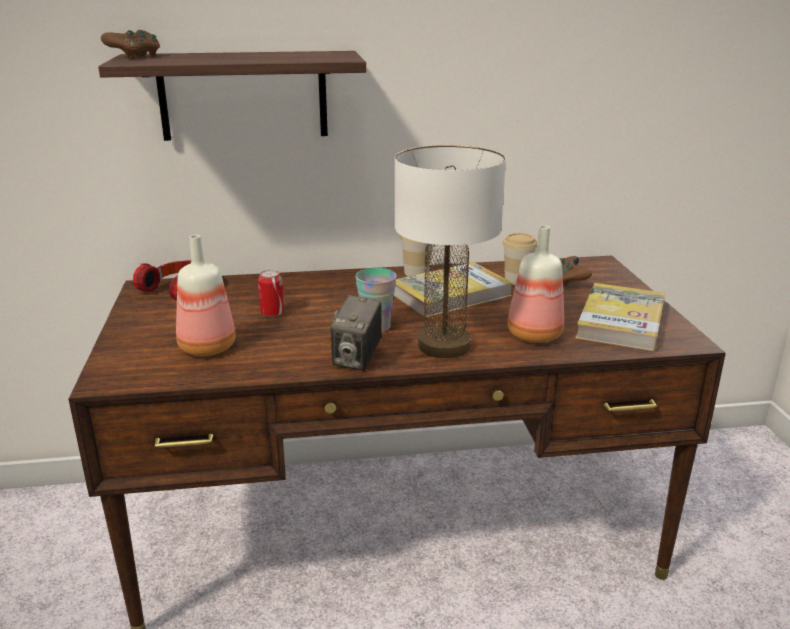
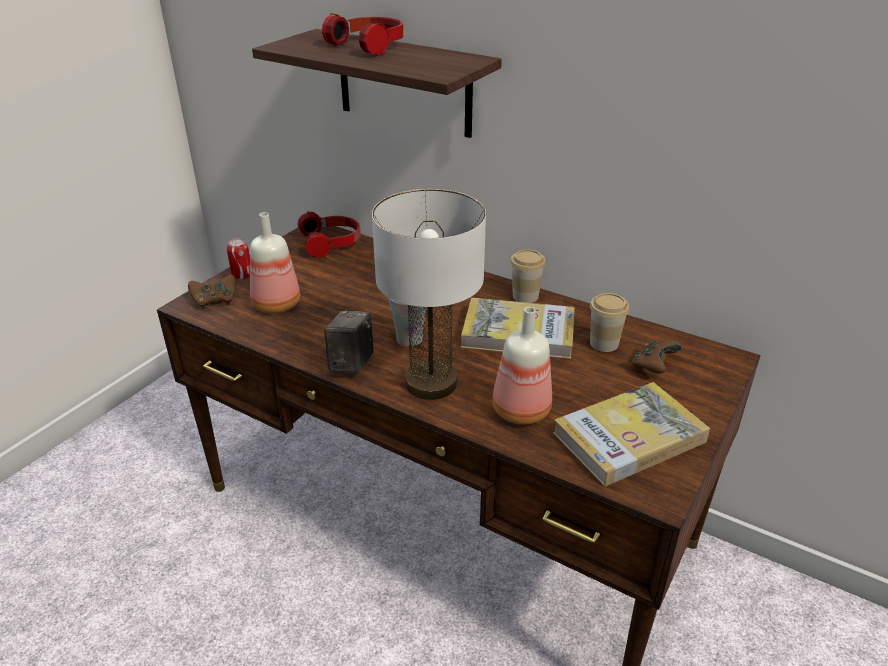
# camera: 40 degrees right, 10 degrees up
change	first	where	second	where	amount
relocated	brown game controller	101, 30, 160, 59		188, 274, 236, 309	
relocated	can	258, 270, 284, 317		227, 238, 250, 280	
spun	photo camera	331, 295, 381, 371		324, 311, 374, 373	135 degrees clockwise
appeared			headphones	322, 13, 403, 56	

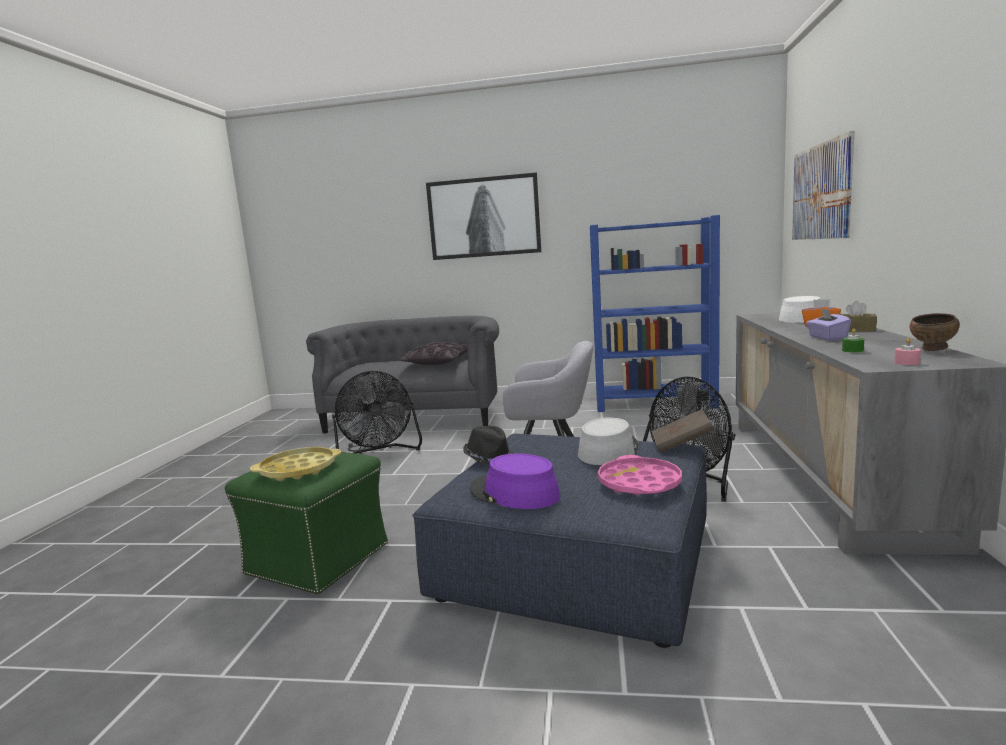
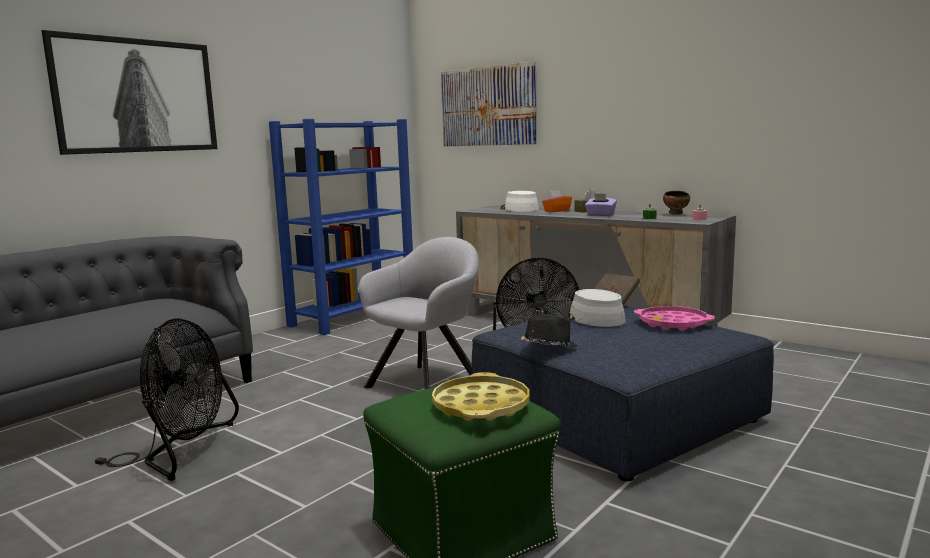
# camera: 60 degrees left, 0 degrees up
change	first	where	second	where	amount
missing	black pillow	400, 342, 468, 365			
missing	purple hat	470, 454, 561, 509			

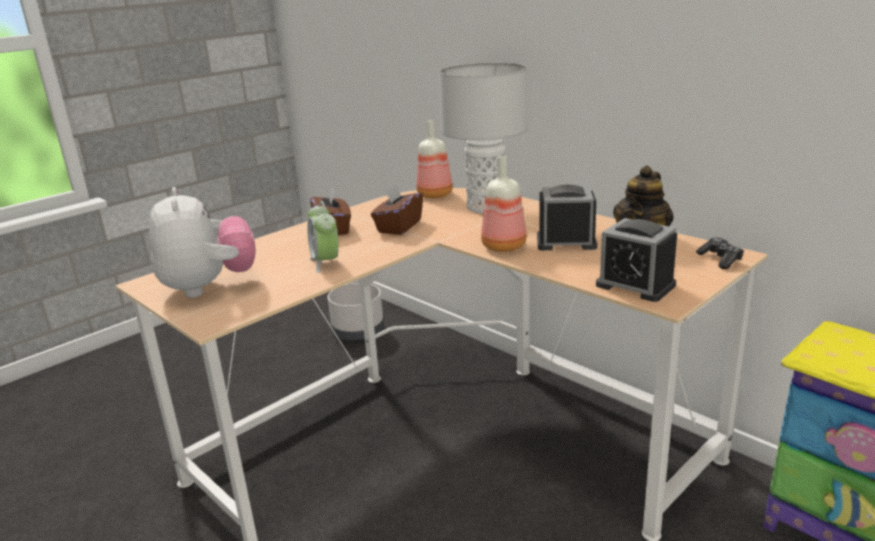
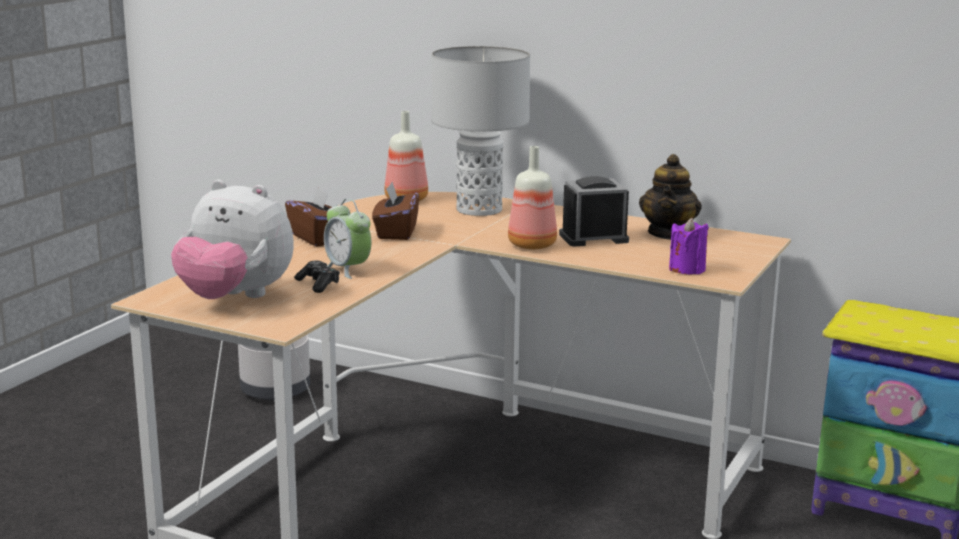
# camera: 20 degrees left, 5 degrees down
change	first	where	second	where	amount
spun	plush toy	149, 187, 256, 298		171, 180, 294, 299	150 degrees clockwise
exchanged	alarm clock	596, 218, 677, 302	purple candle	669, 218, 709, 274	
relocated	game controller	696, 238, 744, 269		294, 261, 340, 293	

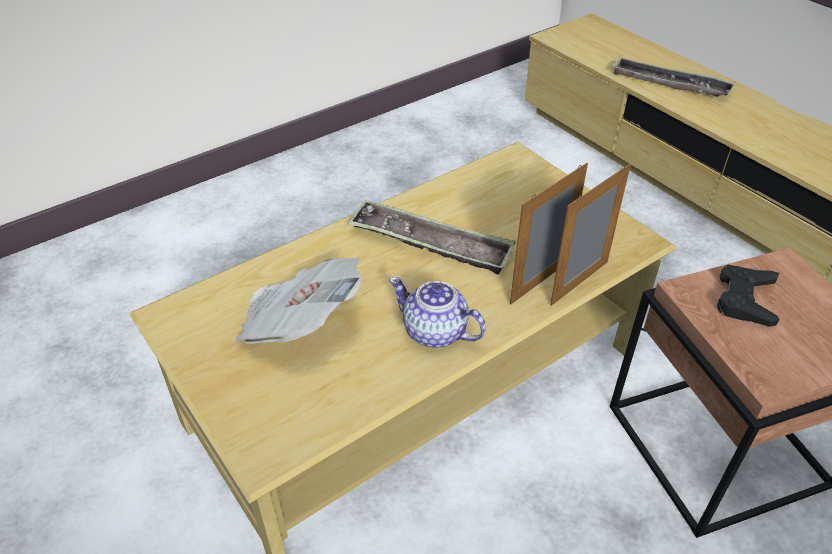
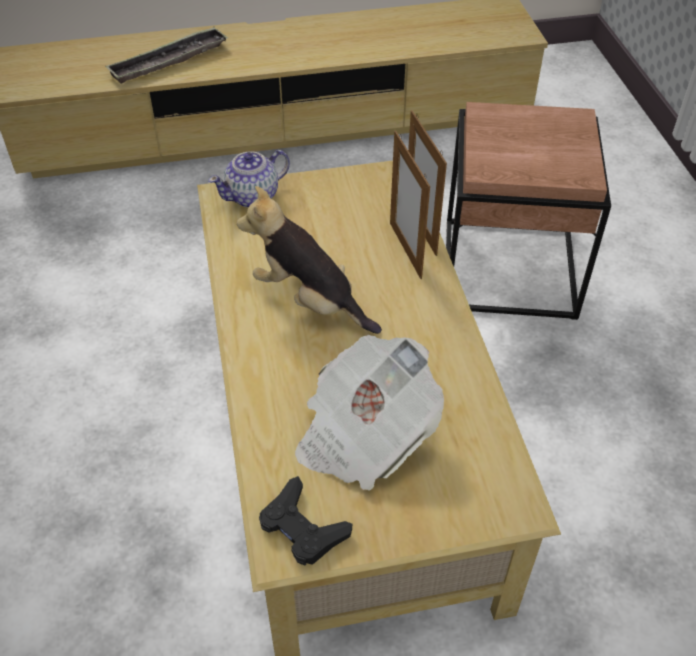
# camera: 65 degrees left, 5 degrees up
change	first	where	second	where	amount
exchanged	tray	348, 200, 516, 274	plush toy	237, 186, 382, 334	
relocated	black game controller	717, 265, 779, 327		259, 476, 352, 565	
relocated	teapot	389, 277, 486, 348		208, 150, 290, 208	

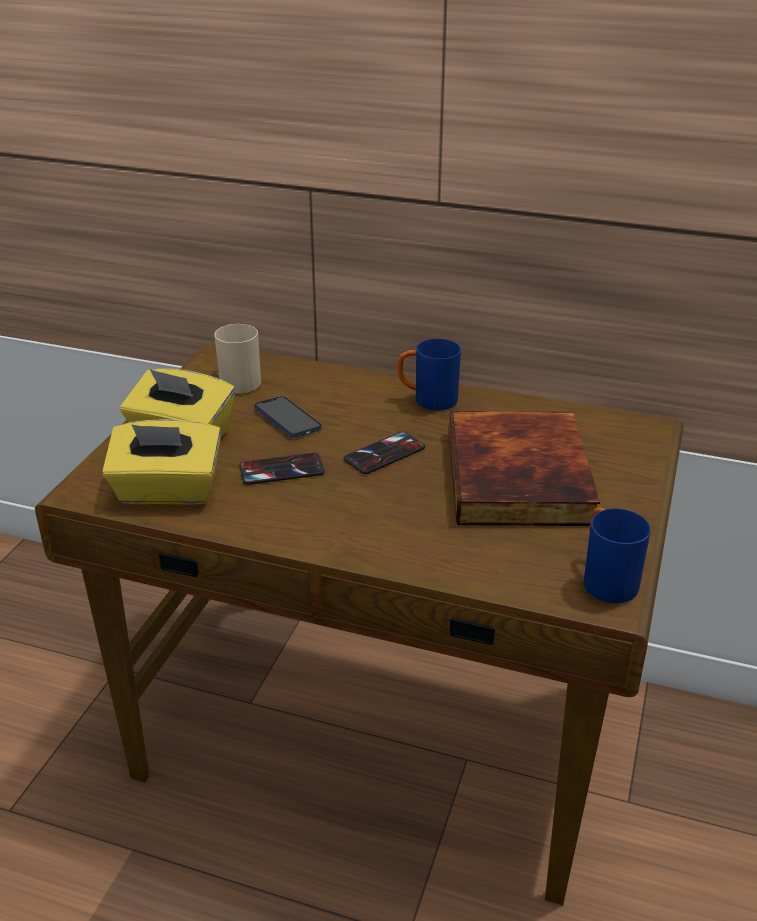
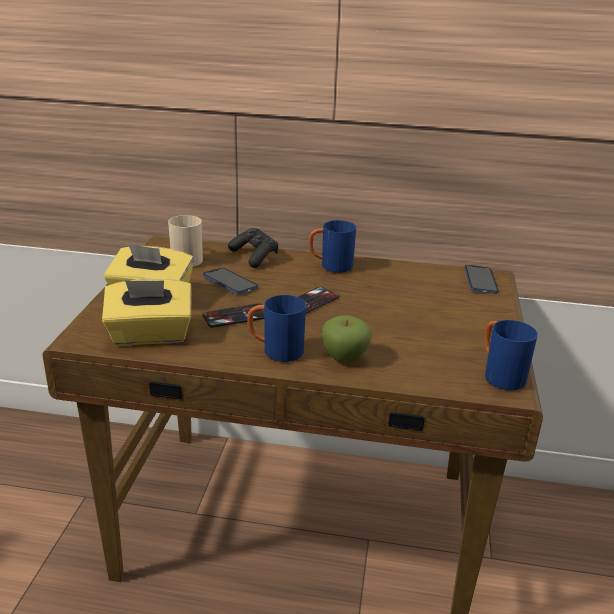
# camera: 10 degrees left, 5 degrees down
change	first	where	second	where	amount
missing	book	448, 411, 600, 526			
appeared			black game controller	228, 228, 278, 268	
appeared			phone	464, 265, 499, 294	
appeared			blue mug	247, 295, 306, 362	
appeared			apple	321, 315, 373, 364	

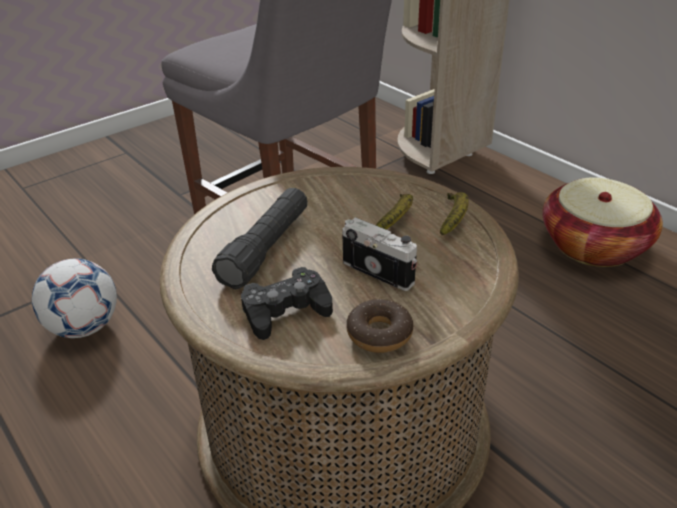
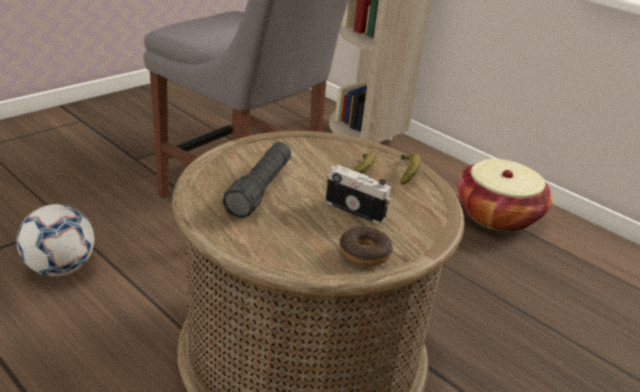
# camera: 10 degrees left, 5 degrees down
change	first	where	second	where	amount
missing	black game controller	241, 267, 333, 340			

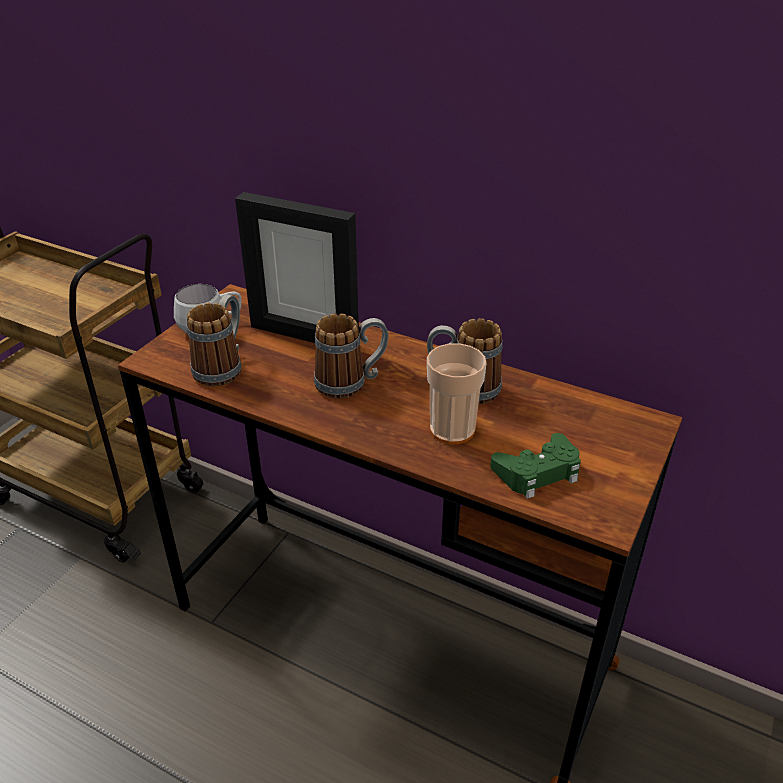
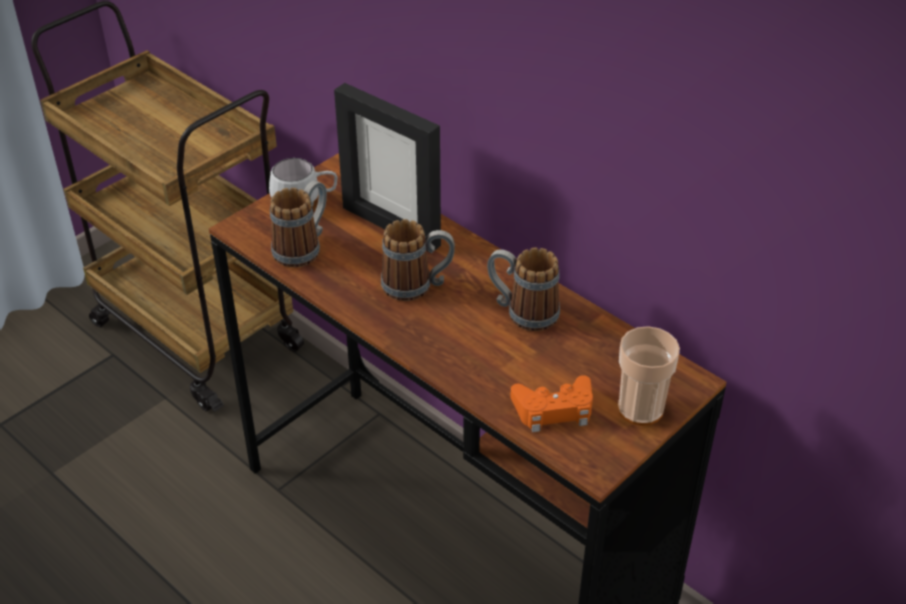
# camera: 15 degrees right, 5 degrees up
change	first	where	second	where	amount
relocated	cup	427, 343, 487, 444		618, 326, 680, 426	
colour	green game controller	490, 433, 581, 499	orange game controller	510, 375, 593, 432	

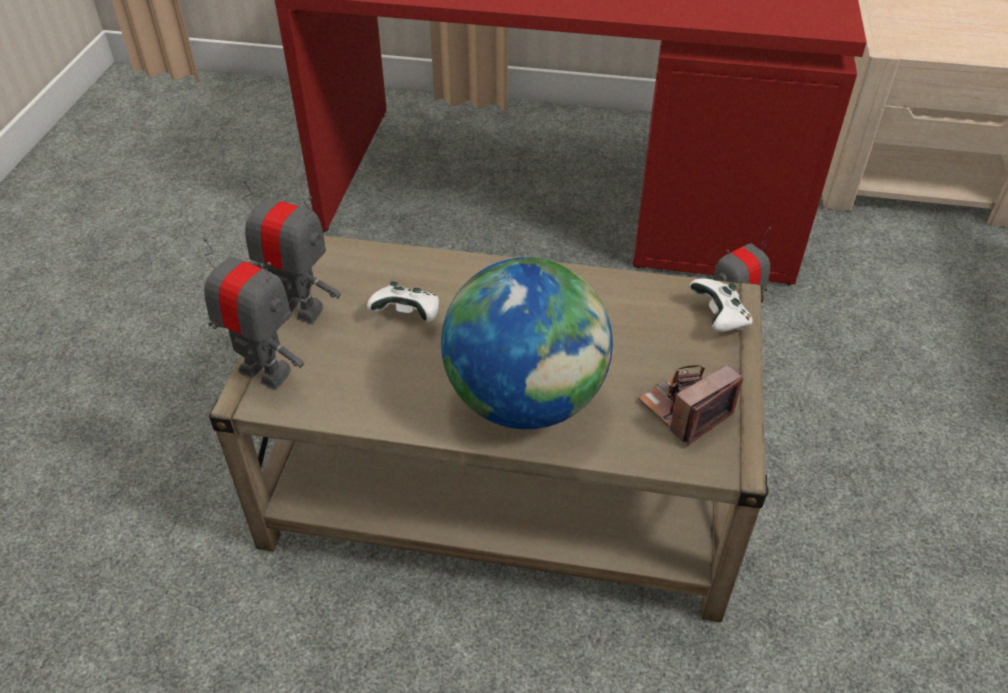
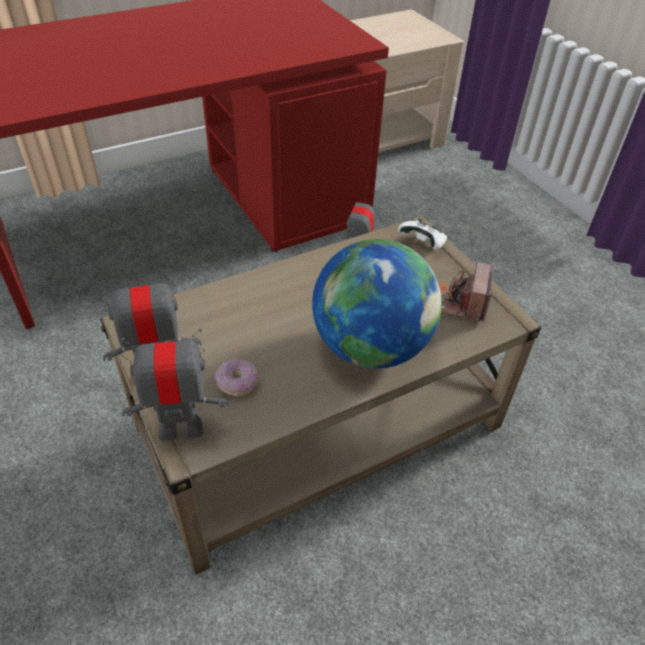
# camera: 40 degrees left, 0 degrees up
change	first	where	second	where	amount
missing	white game controller	367, 281, 439, 322			
appeared			donut	215, 358, 259, 396	

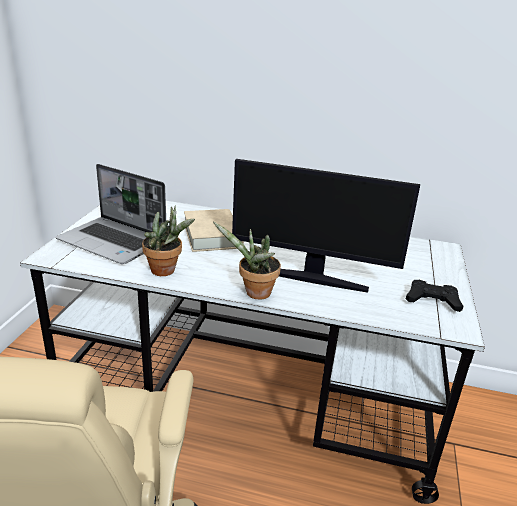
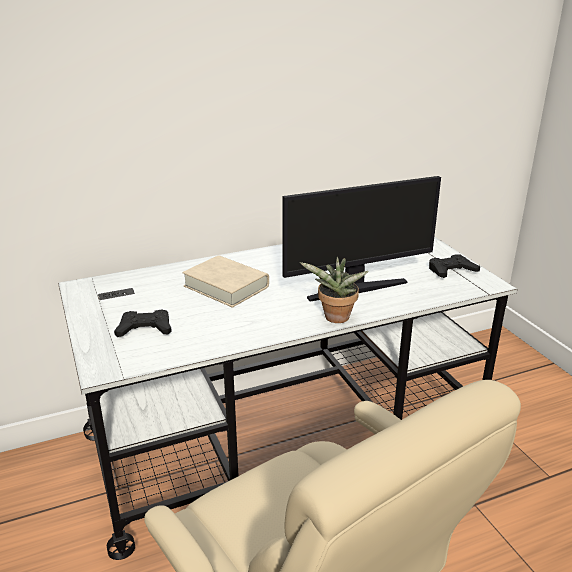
# camera: 35 degrees left, 0 degrees up
change	first	where	second	where	amount
exchanged	laptop	56, 164, 166, 264	black game controller	114, 310, 172, 337	
missing	potted plant	142, 205, 195, 276			

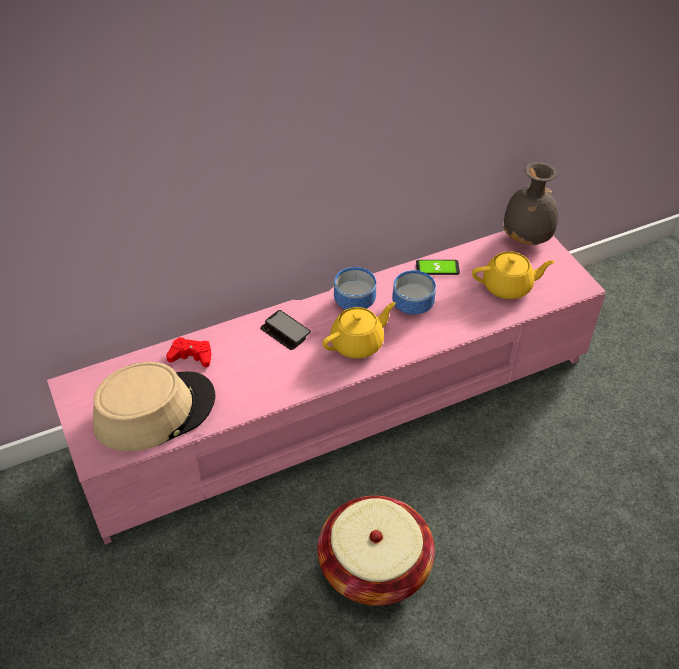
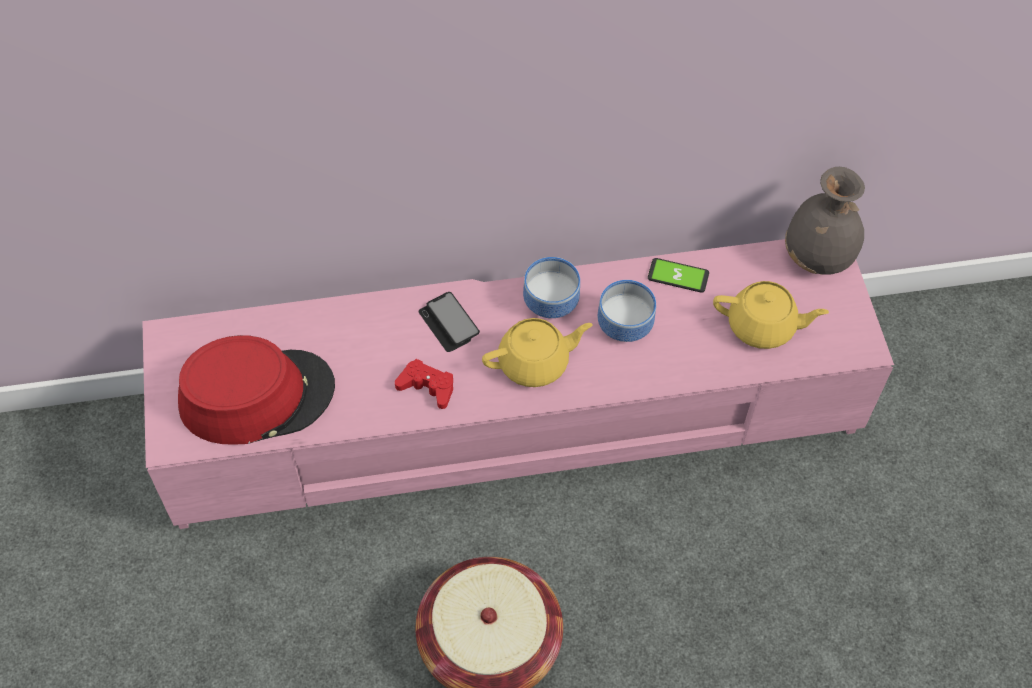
# camera: 15 degrees right, 10 degrees up
change	first	where	second	where	amount
relocated	red game controller	166, 337, 211, 367		395, 359, 453, 409	
colour	beige hat	93, 362, 215, 451	red hat	178, 335, 335, 445	

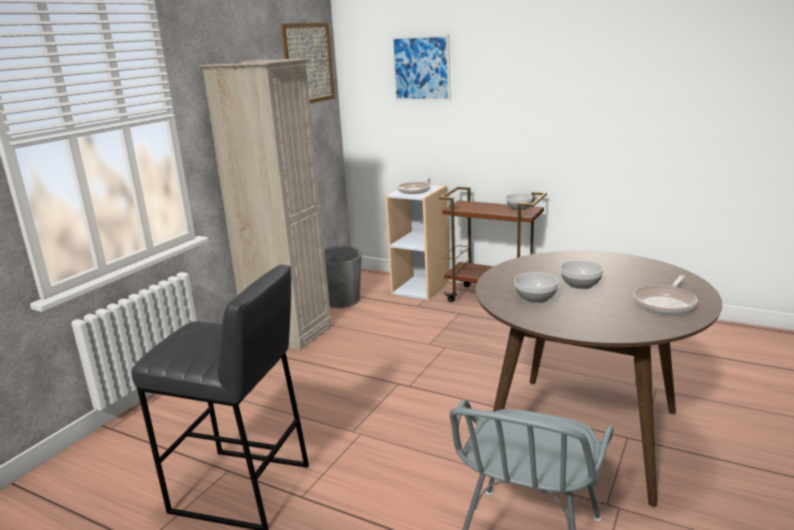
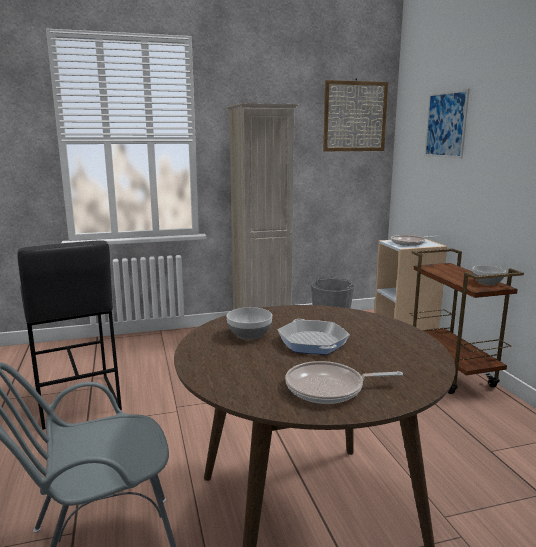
# camera: 45 degrees right, 5 degrees down
change	first	where	second	where	amount
exchanged	bowl	560, 260, 603, 289	frying pan	278, 319, 350, 355	

